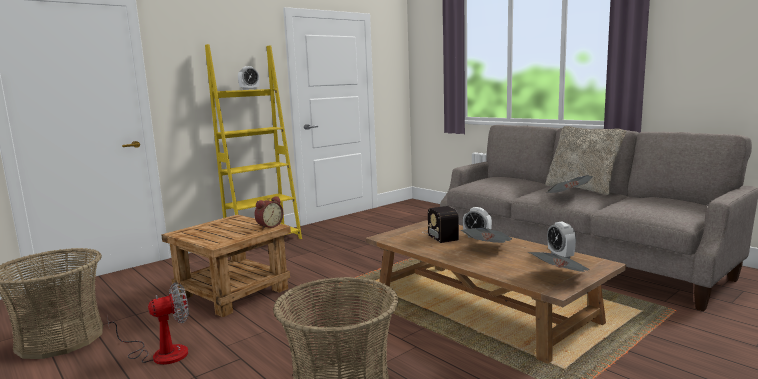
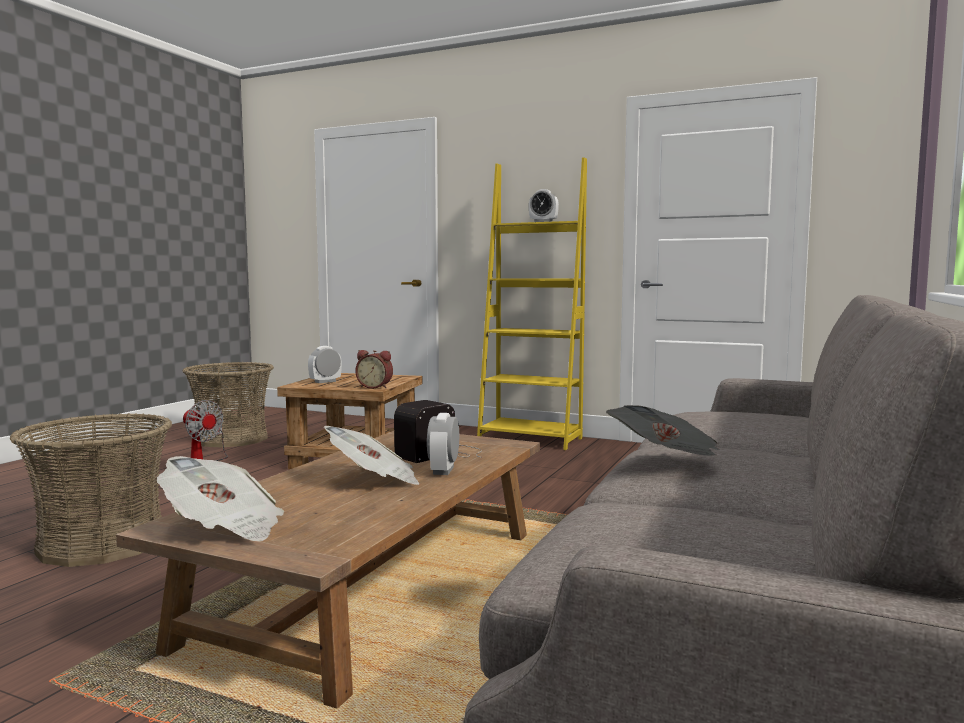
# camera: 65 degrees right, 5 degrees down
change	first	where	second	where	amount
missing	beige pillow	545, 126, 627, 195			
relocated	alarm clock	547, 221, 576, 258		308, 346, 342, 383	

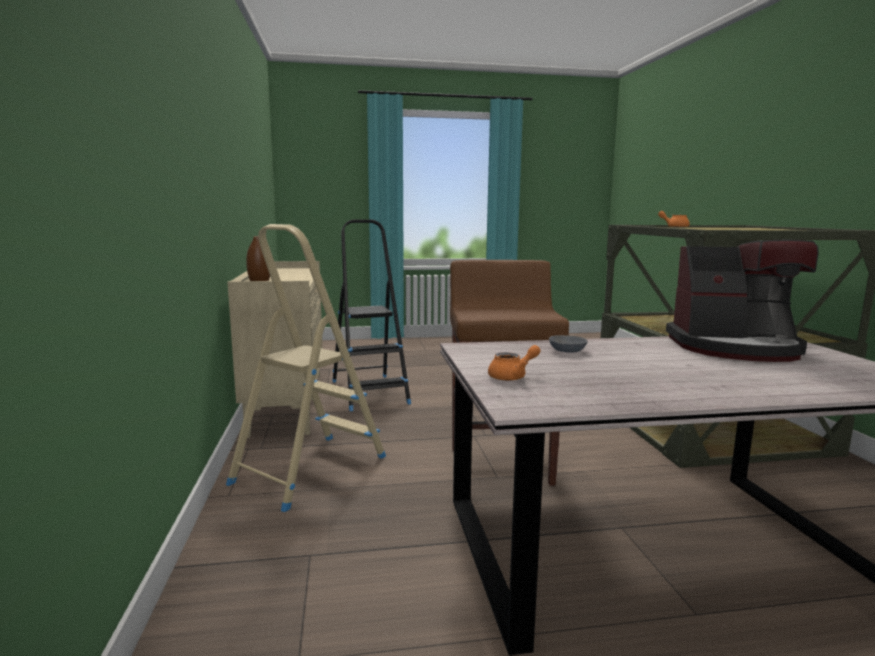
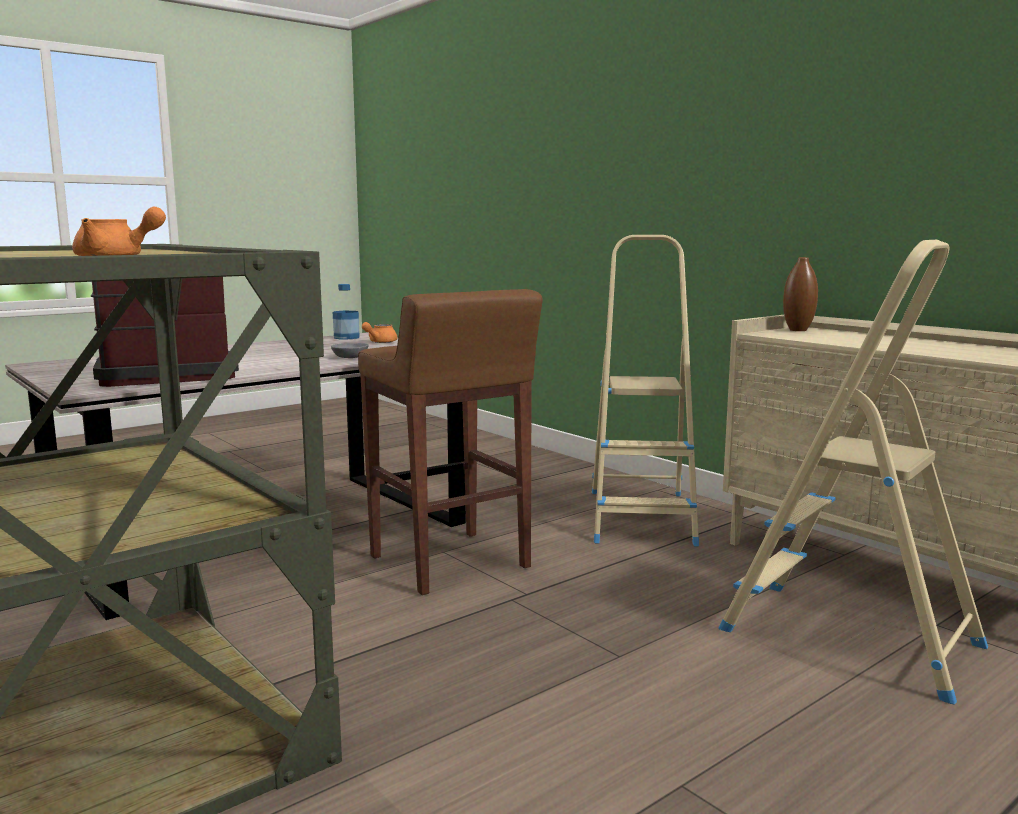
# camera: 150 degrees right, 0 degrees up
change	first	where	second	where	amount
colour	black step ladder	332, 219, 411, 411	beige step ladder	719, 240, 988, 704	
appeared			bottle	333, 284, 360, 339	

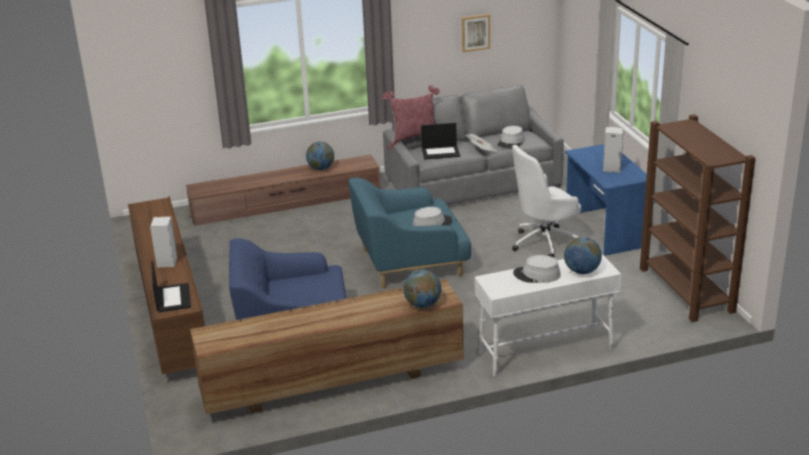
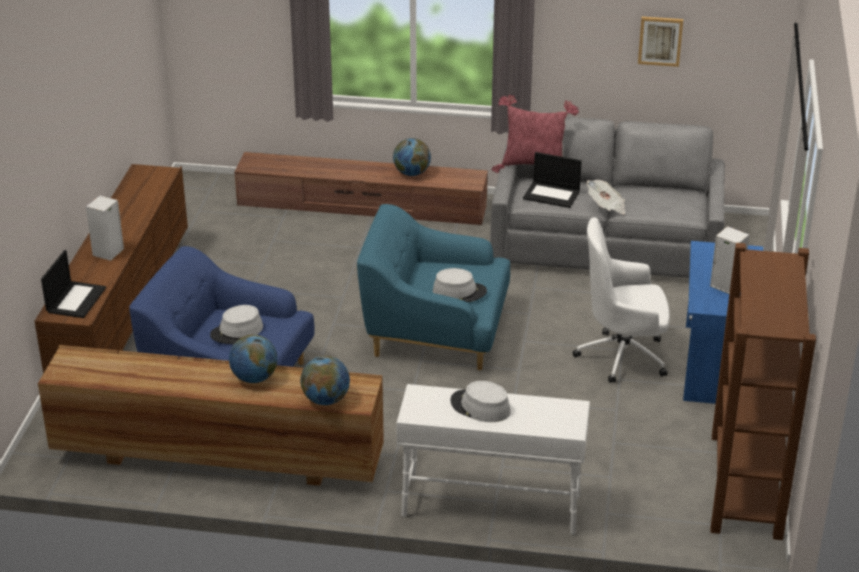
# camera: 25 degrees right, 5 degrees up
change	first	where	second	where	amount
relocated	grey hat	498, 126, 525, 148		210, 305, 263, 344	
relocated	globe	564, 237, 602, 274		229, 335, 278, 383	

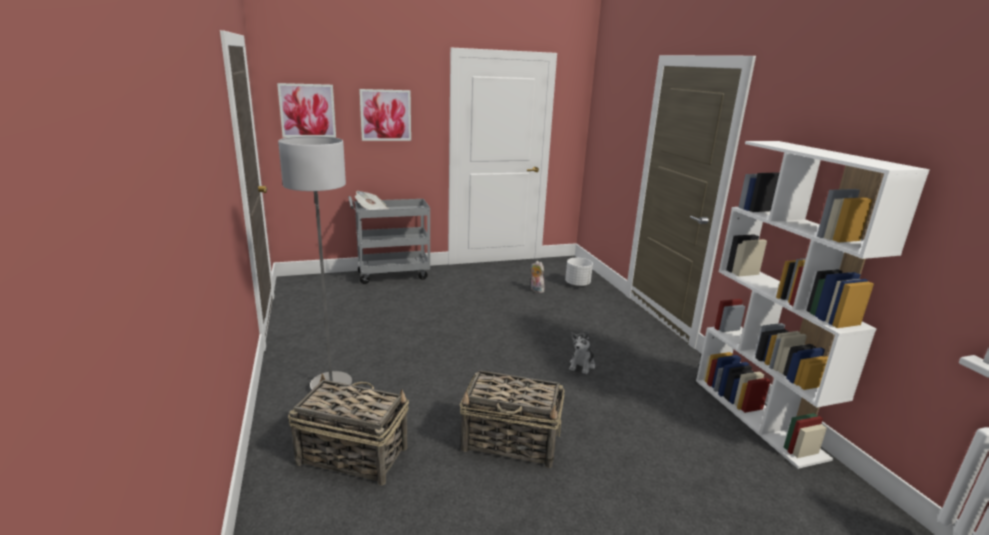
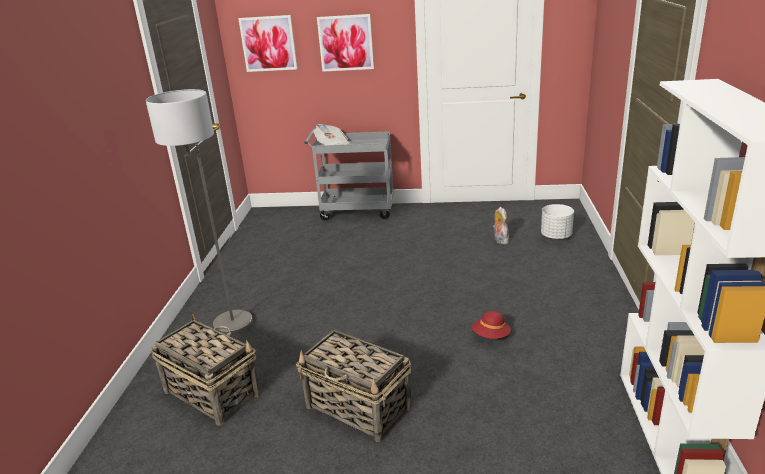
# camera: 25 degrees right, 5 degrees up
change	first	where	second	where	amount
exchanged	plush toy	569, 331, 595, 374	red hat	472, 311, 511, 339	

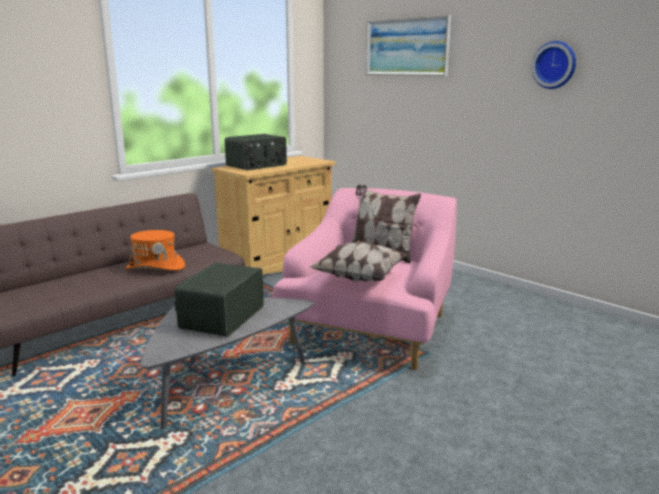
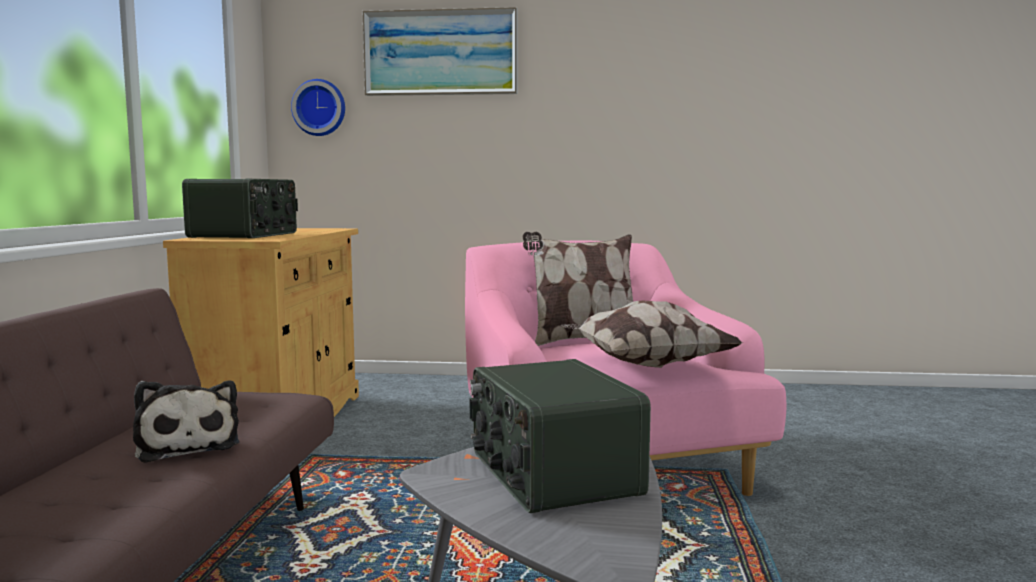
# camera: 40 degrees left, 10 degrees down
change	first	where	second	where	amount
relocated	wall clock	532, 41, 576, 89		291, 79, 345, 136	
exchanged	orange hat	125, 230, 185, 270	plush toy	133, 380, 239, 463	

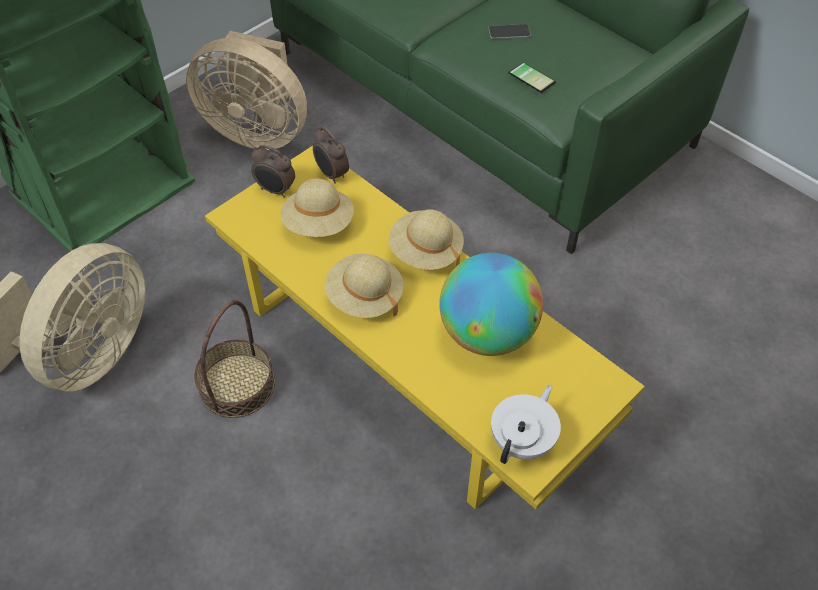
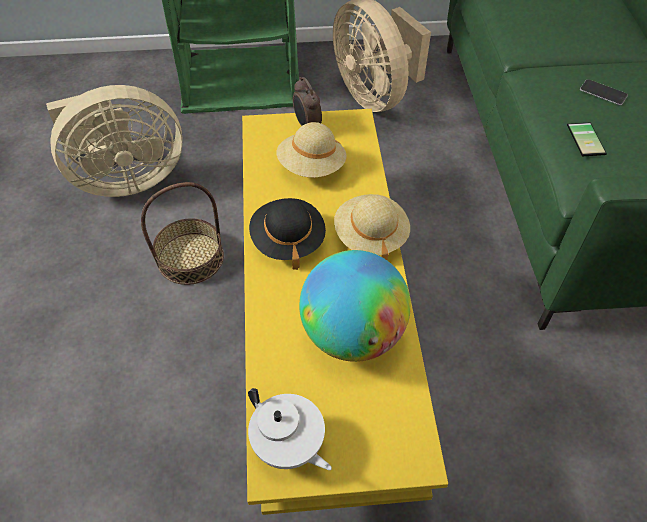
# camera: 40 degrees right, 0 degrees up
change	first	where	second	where	amount
missing	alarm clock	313, 127, 349, 184			
colour	beige hat	325, 254, 404, 318	black hat	249, 198, 326, 270	
spun	white teapot	491, 385, 561, 464		248, 388, 332, 470	60 degrees clockwise

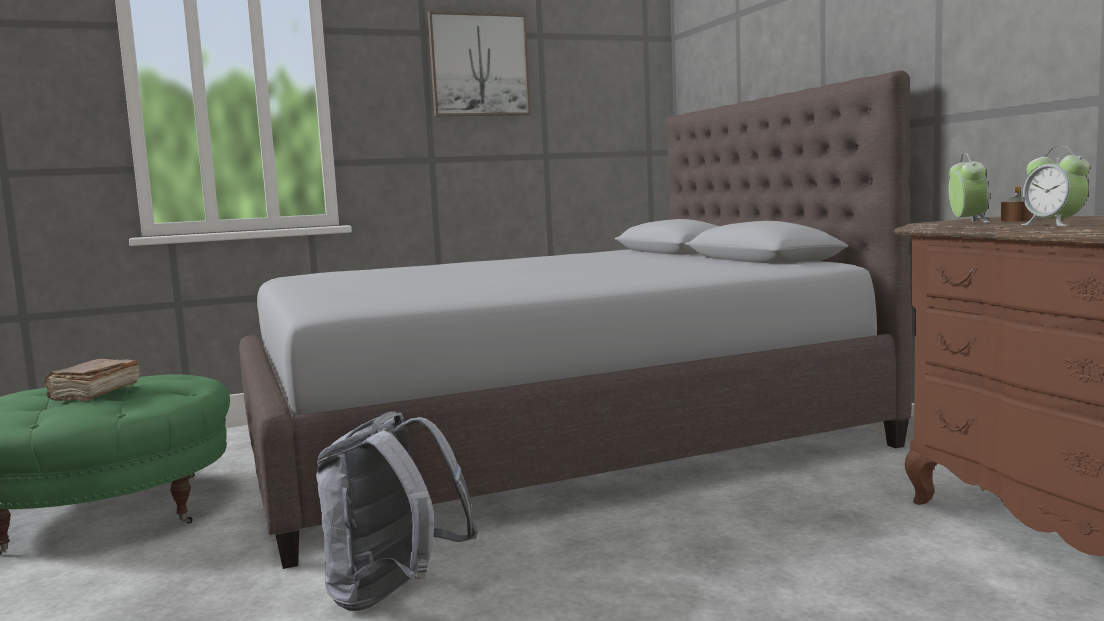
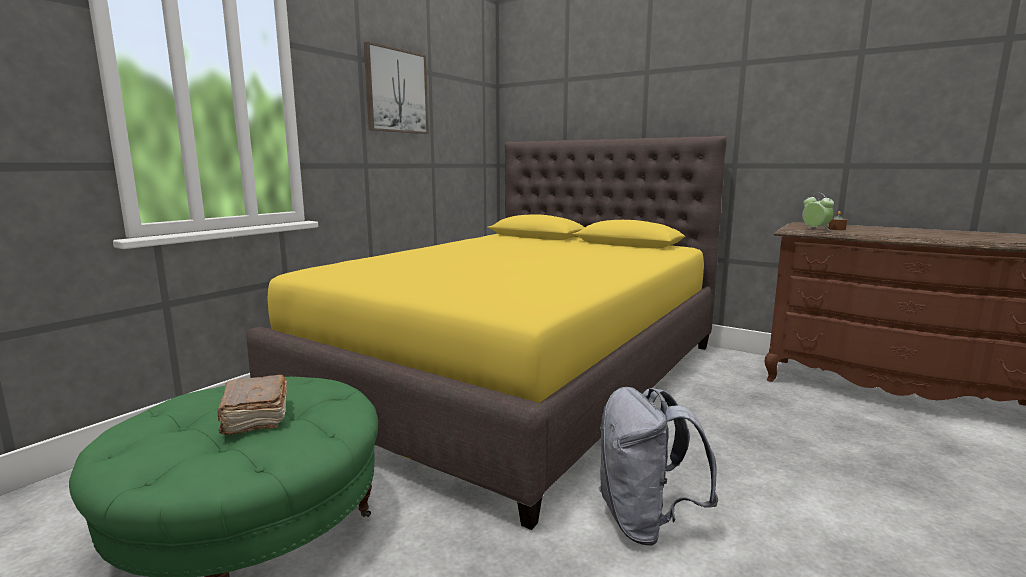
# camera: 35 degrees left, 5 degrees up
change	first	where	second	where	amount
colour	grey bed	239, 70, 912, 569	yellow bed	246, 136, 727, 530	
missing	alarm clock	1021, 146, 1090, 226			

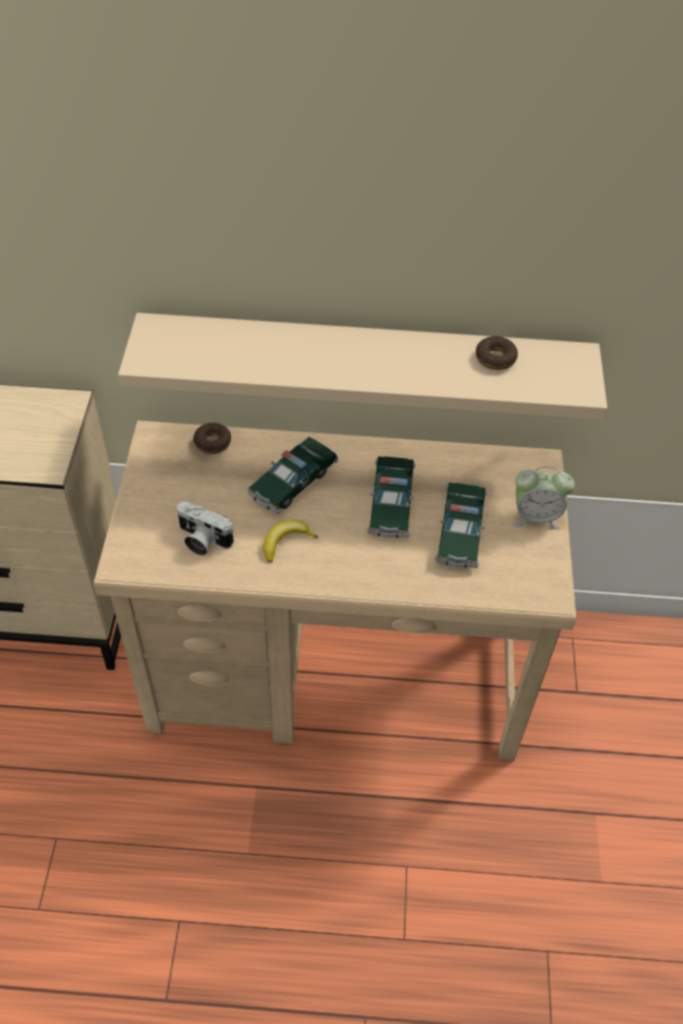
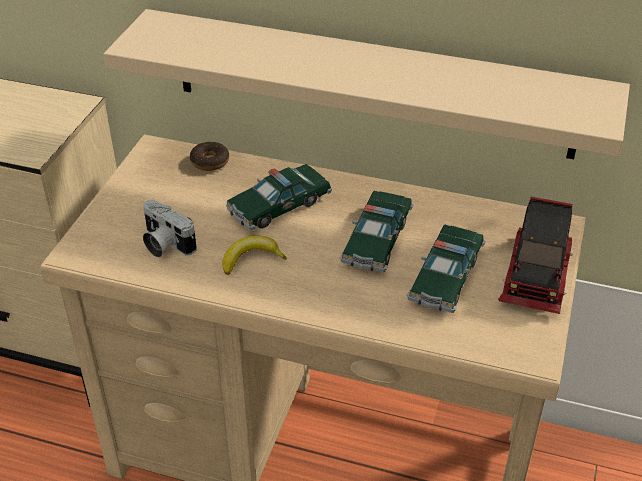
# camera: 15 degrees right, 10 degrees down
change	first	where	second	where	amount
missing	donut	476, 336, 518, 370			
exchanged	alarm clock	512, 466, 575, 529	toy truck	498, 196, 573, 314	

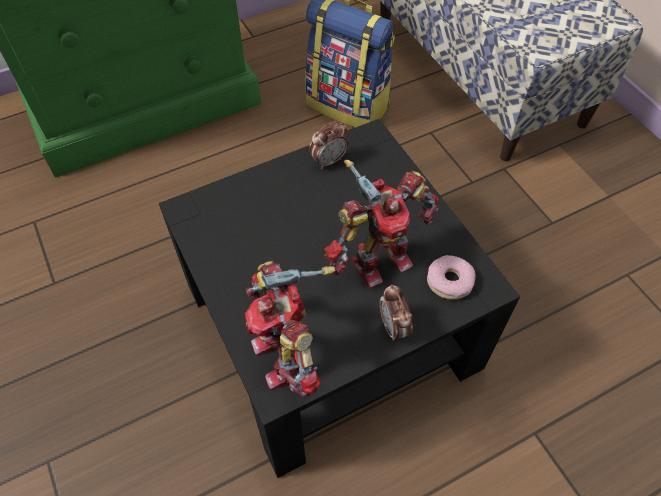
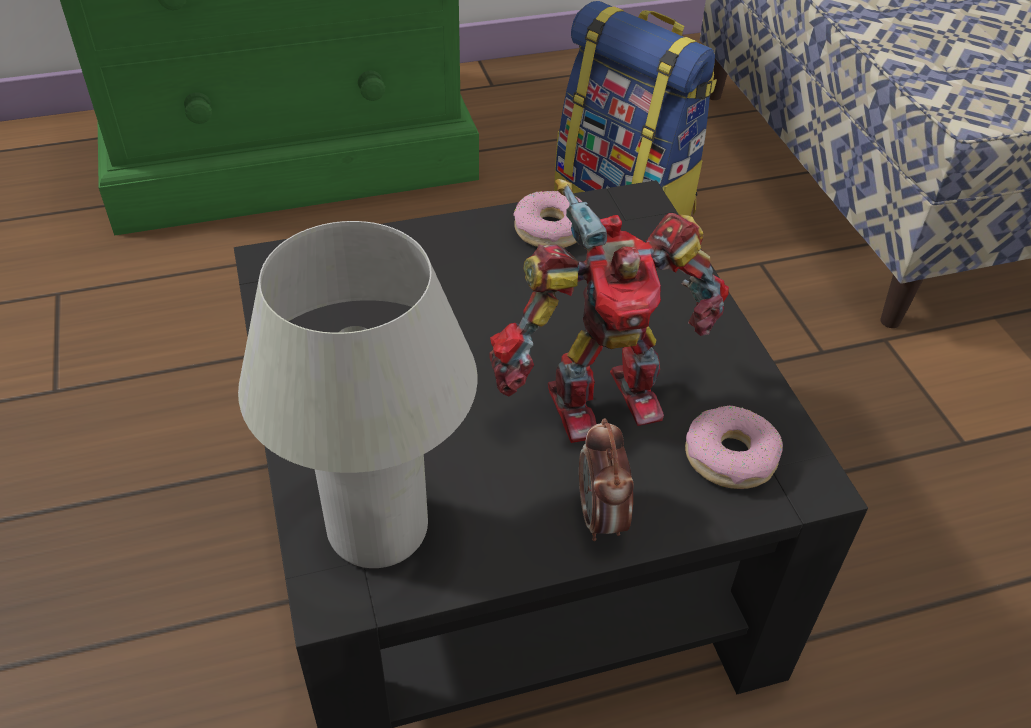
# camera: 10 degrees right, 10 degrees down
change	first	where	second	where	amount
exchanged	alarm clock	309, 121, 348, 169	donut	513, 191, 582, 248	
exchanged	toy robot	245, 261, 335, 397	white table lamp	238, 221, 477, 568	

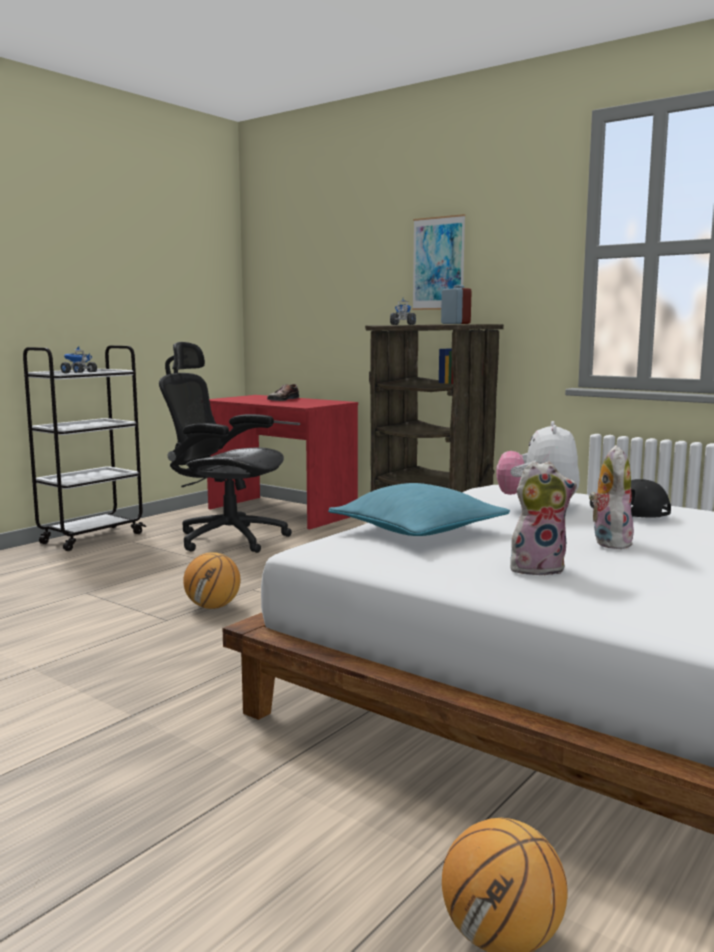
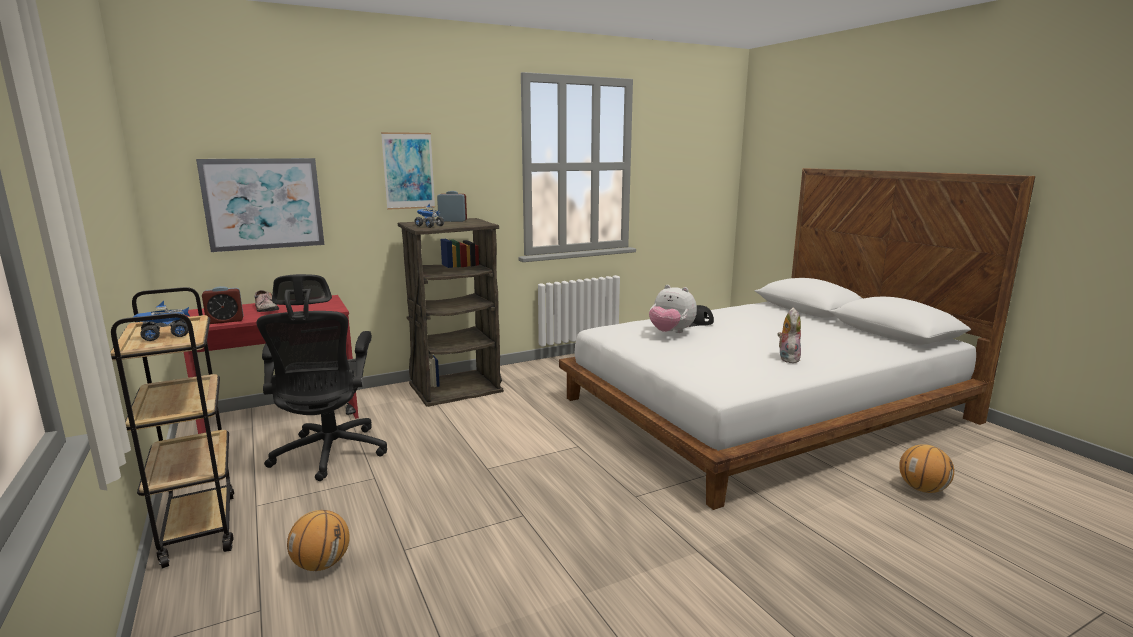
# camera: 65 degrees left, 5 degrees up
change	first	where	second	where	amount
spun	office chair	159, 342, 292, 553		256, 274, 387, 481	60 degrees counterclockwise
colour	white cart	23, 345, 146, 551	brown cart	110, 287, 234, 568	
missing	plush toy	589, 445, 634, 549			
missing	turquoise pillow	328, 483, 510, 536			
relocated	basketball	183, 552, 240, 609		287, 510, 350, 571	
appeared			picture	196, 158, 324, 252	
appeared			alarm clock	202, 286, 244, 324	

